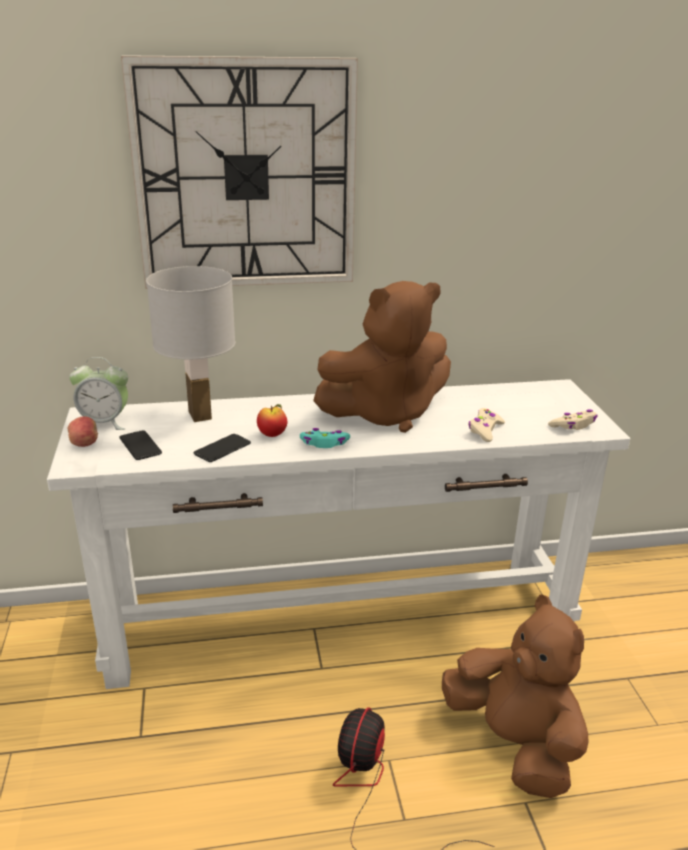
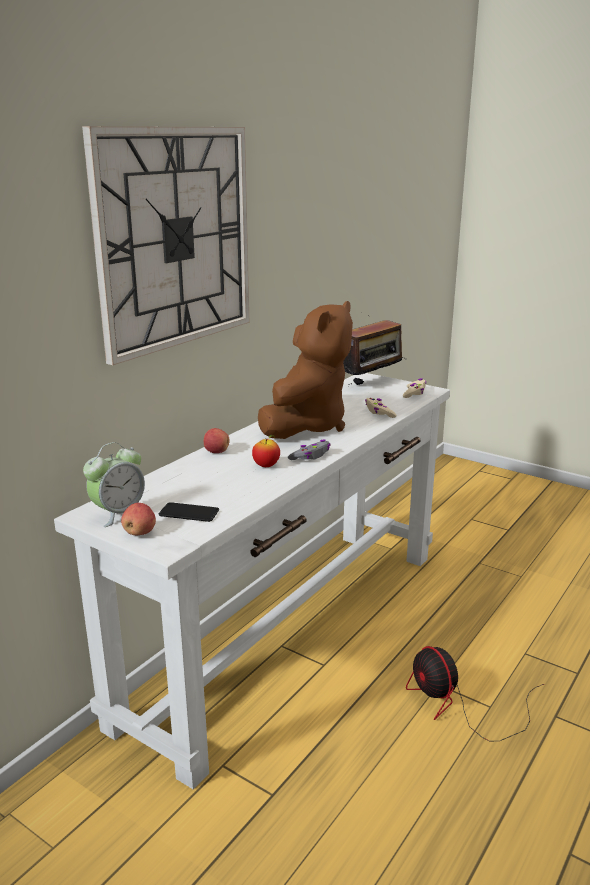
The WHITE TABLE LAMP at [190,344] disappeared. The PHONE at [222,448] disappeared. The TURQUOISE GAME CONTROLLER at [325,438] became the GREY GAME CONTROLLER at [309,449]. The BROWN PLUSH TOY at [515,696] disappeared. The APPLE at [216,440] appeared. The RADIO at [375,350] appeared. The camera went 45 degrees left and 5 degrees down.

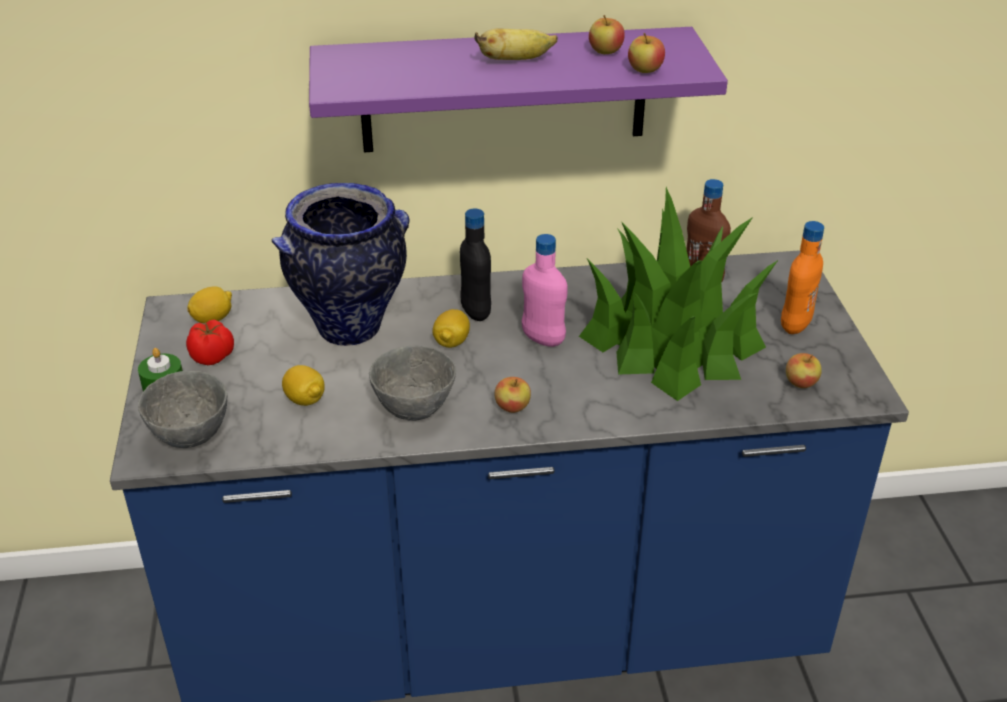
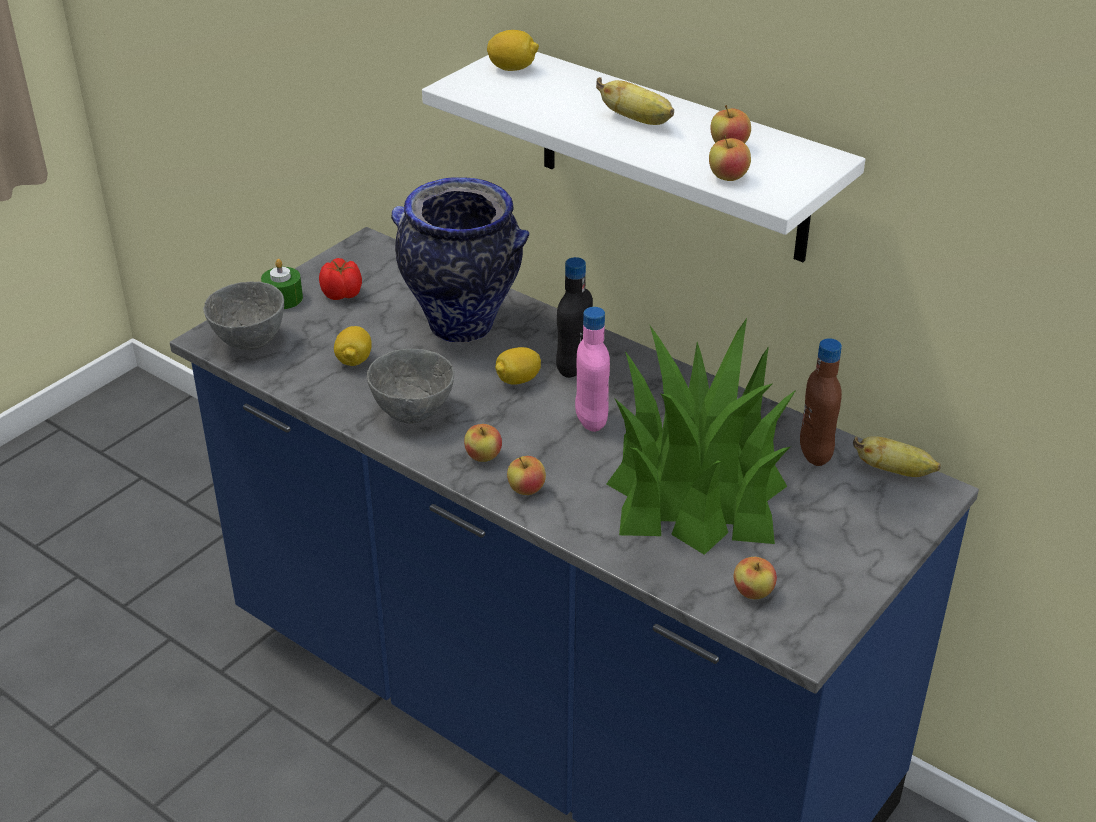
The LEMON moved from [209,305] to [513,50]. The PURPLE SHELF at [518,89] became the WHITE SHELF at [644,157]. The ORANGE BOTTLE at [802,277] disappeared. The APPLE at [526,475] appeared. The BANANA at [897,456] appeared. The camera went 45 degrees right and 0 degrees up.

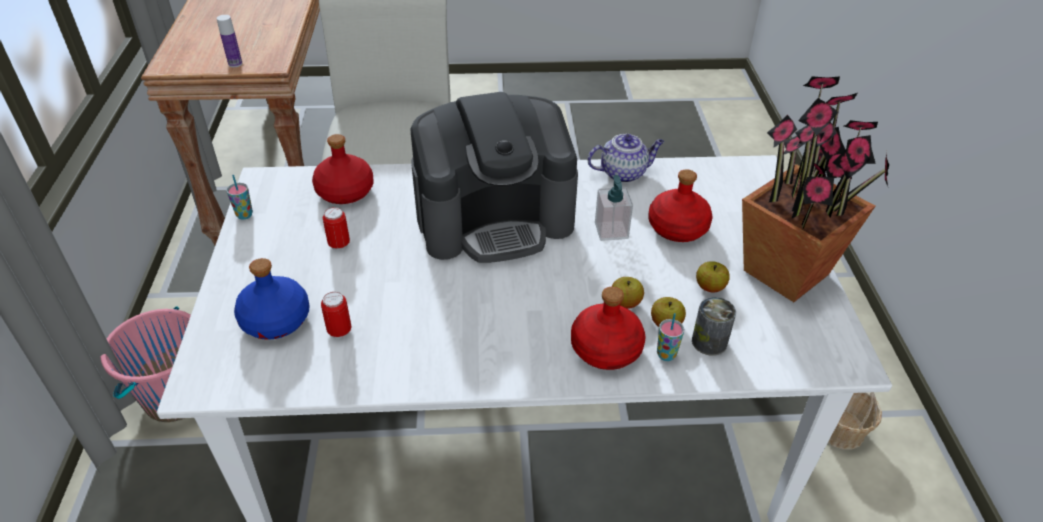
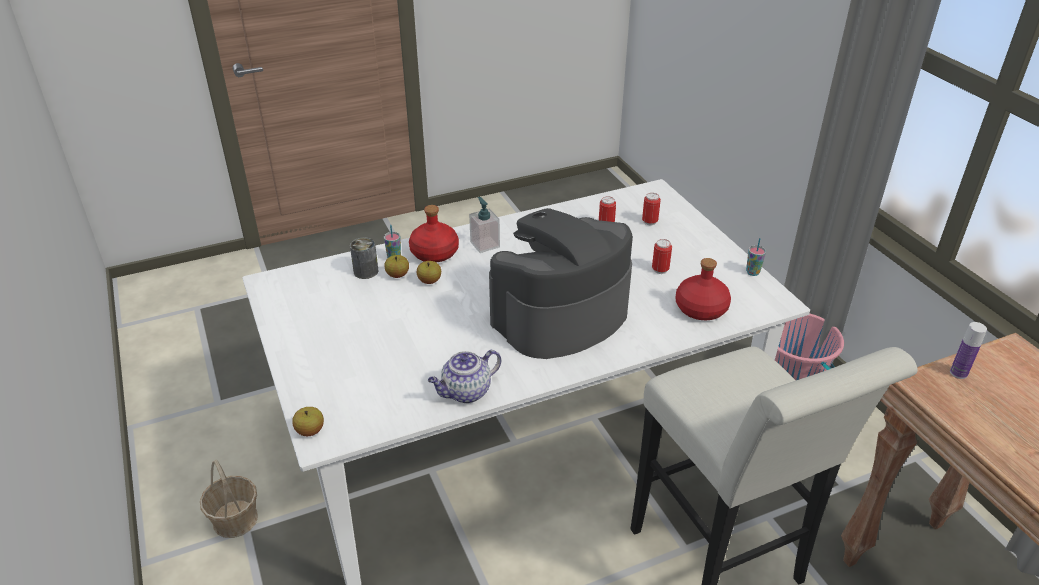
The BLUE BOTTLE at [271,299] was replaced by the CAN at [651,209]. The SOAP DISPENSER moved from [614,208] to [484,225]. The RED BOTTLE at [680,205] disappeared. The APPLE moved from [713,276] to [308,421]. The POTTED PLANT at [815,189] disappeared. The camera went 160 degrees right and 5 degrees down.

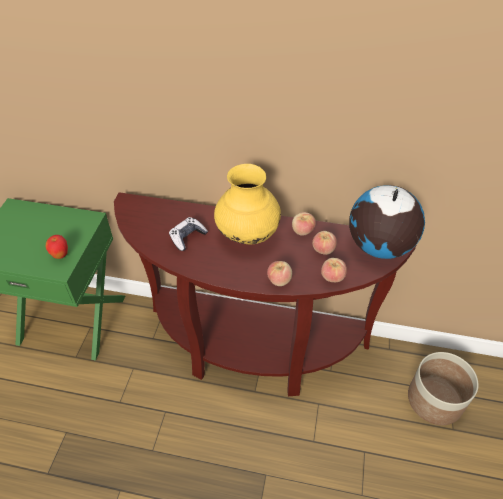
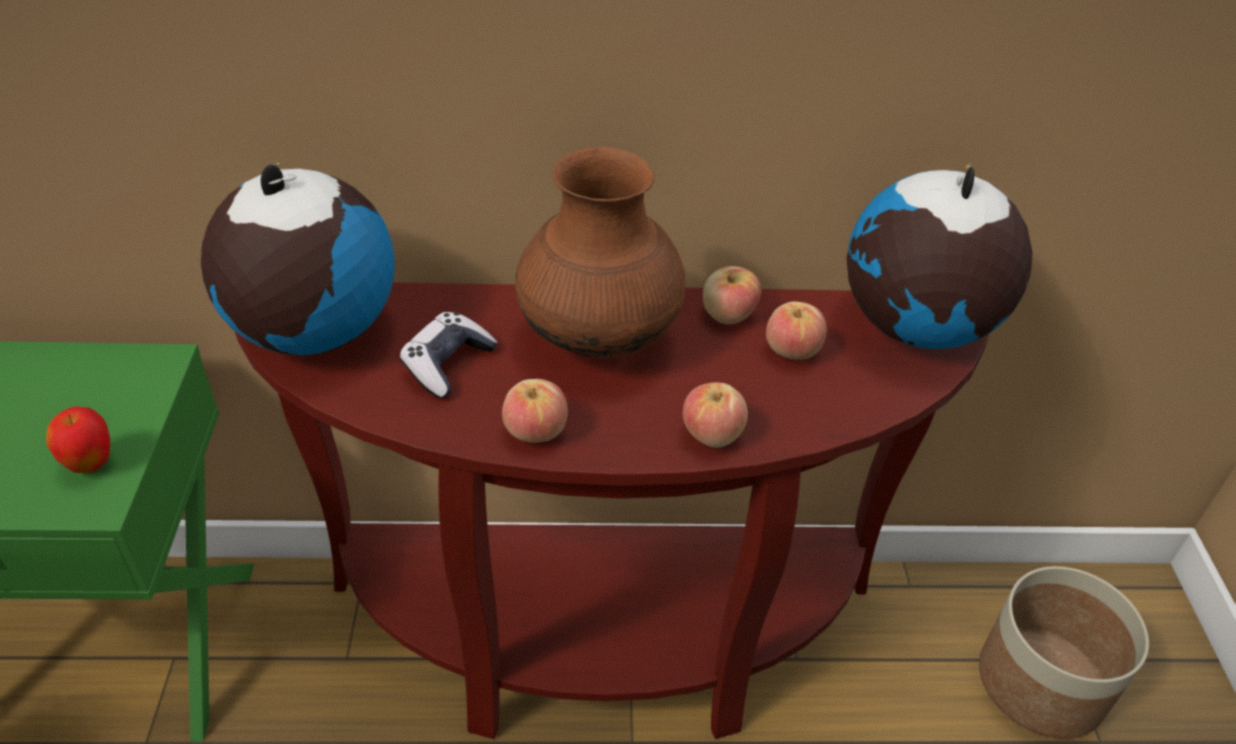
The YELLOW VASE at [247,204] became the BROWN VASE at [600,253]. The APPLE moved from [334,270] to [535,411]. The GLOBE at [298,259] appeared. The camera went 15 degrees left and 5 degrees down.

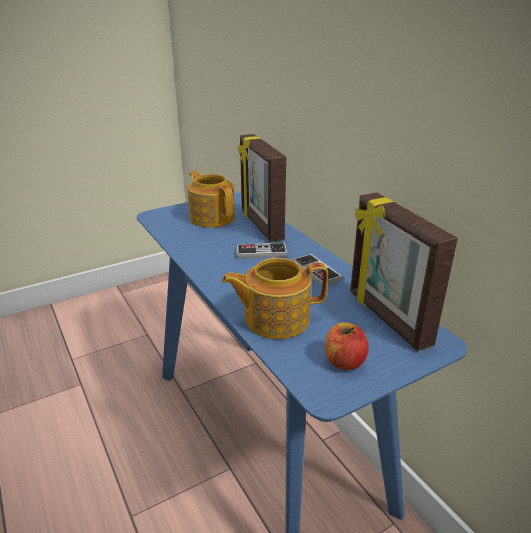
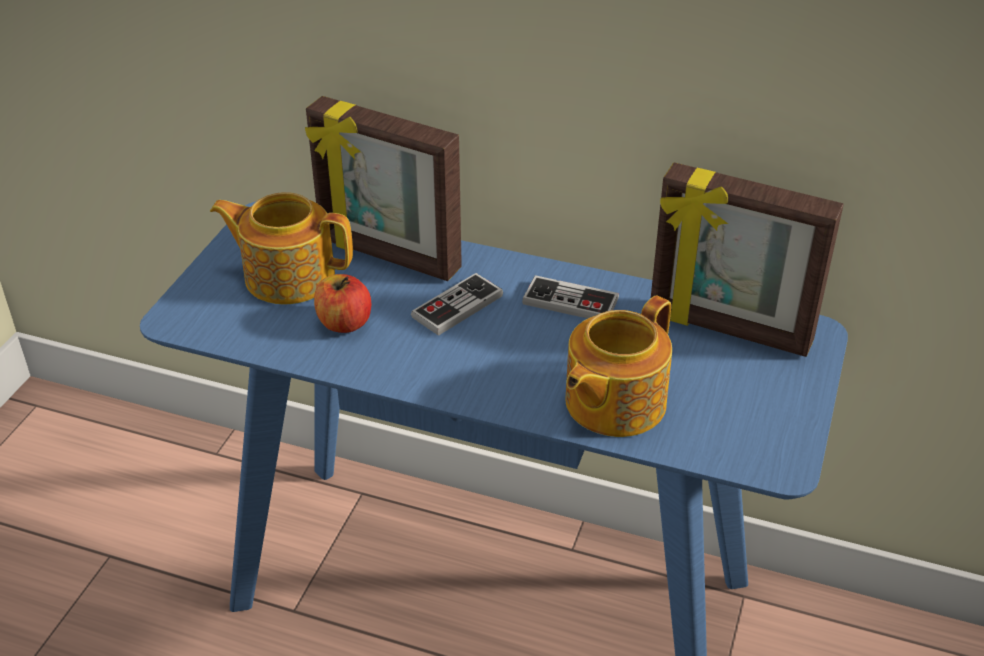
The APPLE moved from [347,346] to [342,303]. The camera went 40 degrees left and 10 degrees up.

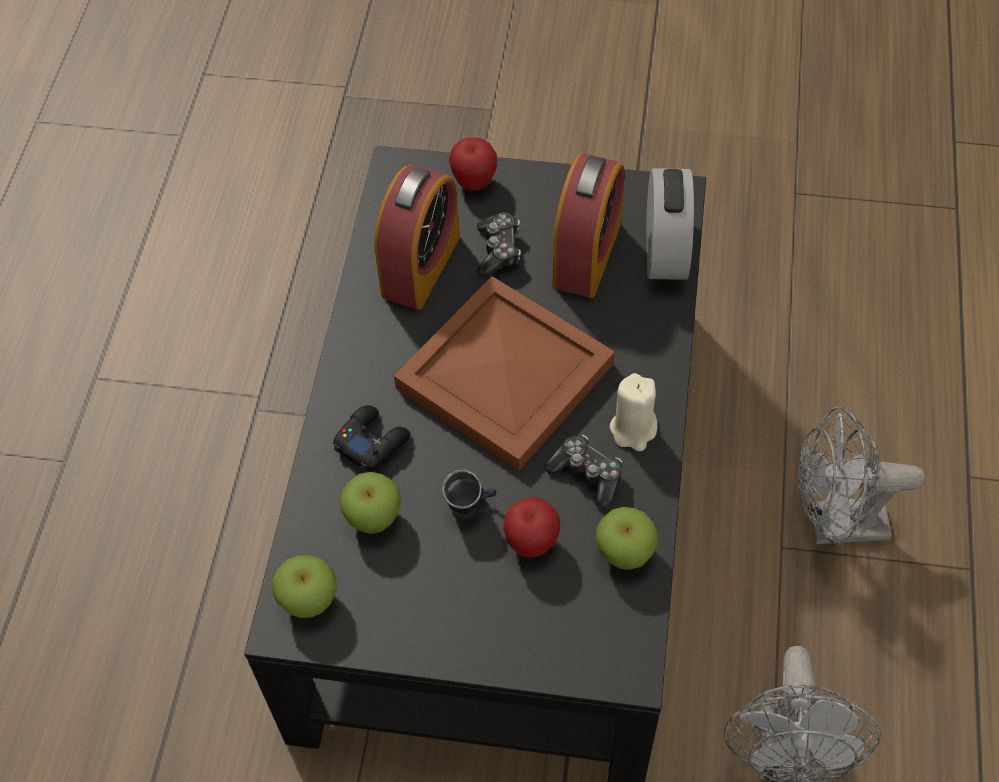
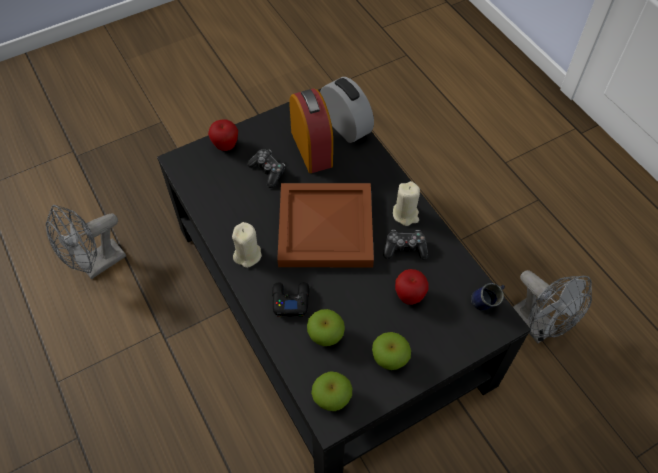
The ALARM CLOCK at [417,237] disappeared. The BLUE MUG moved from [469,491] to [488,297]. The APPLE moved from [626,538] to [391,351]. The GREY FAN moved from [861,475] to [86,242]. The BEIGE CANDLE at [247,245] appeared. The camera went 40 degrees left and 0 degrees up.

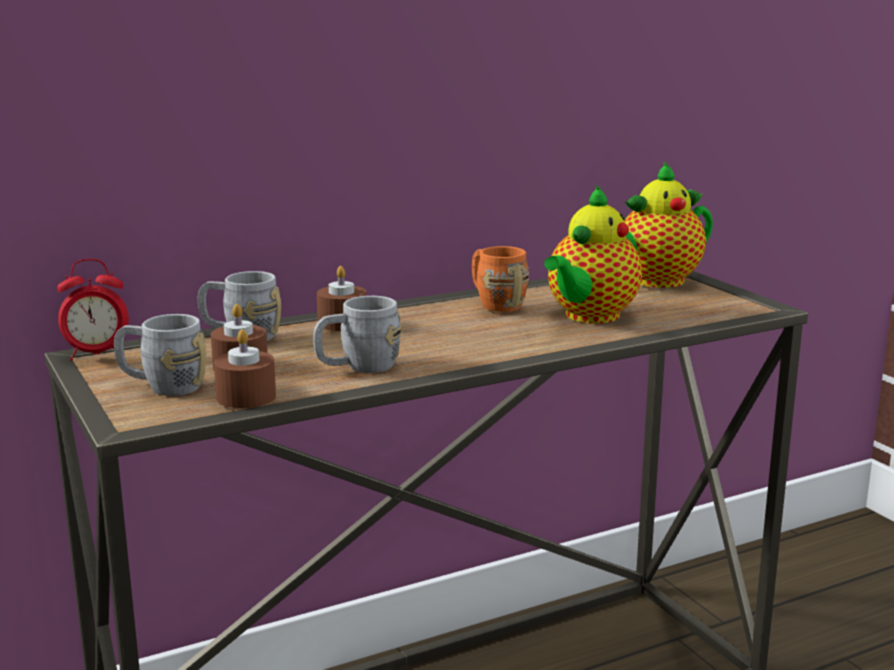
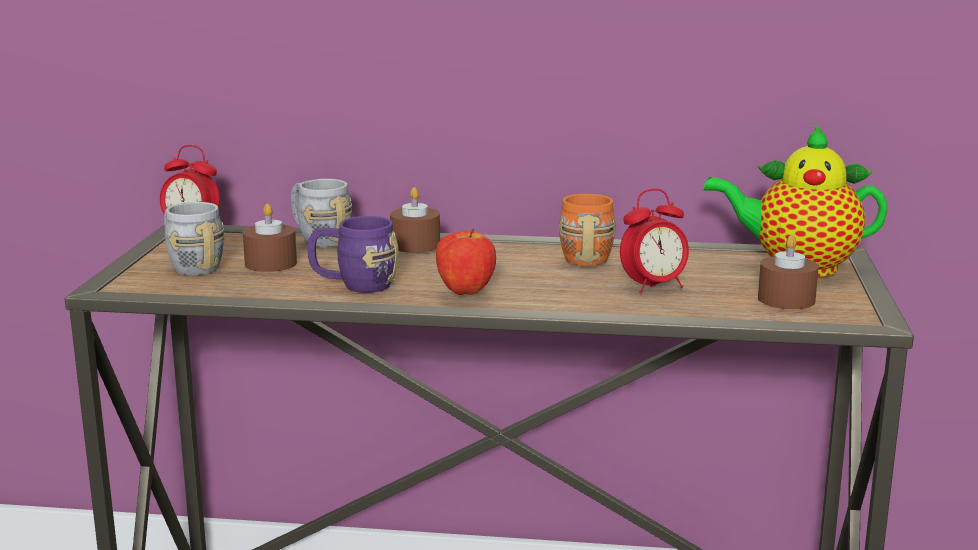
The BROWN CANDLE moved from [245,368] to [788,272]. The GREY MUG at [357,334] became the PURPLE MUG at [353,254]. The TEAPOT at [593,254] was replaced by the ALARM CLOCK at [654,241]. The APPLE at [466,261] appeared. The camera went 35 degrees right and 0 degrees up.

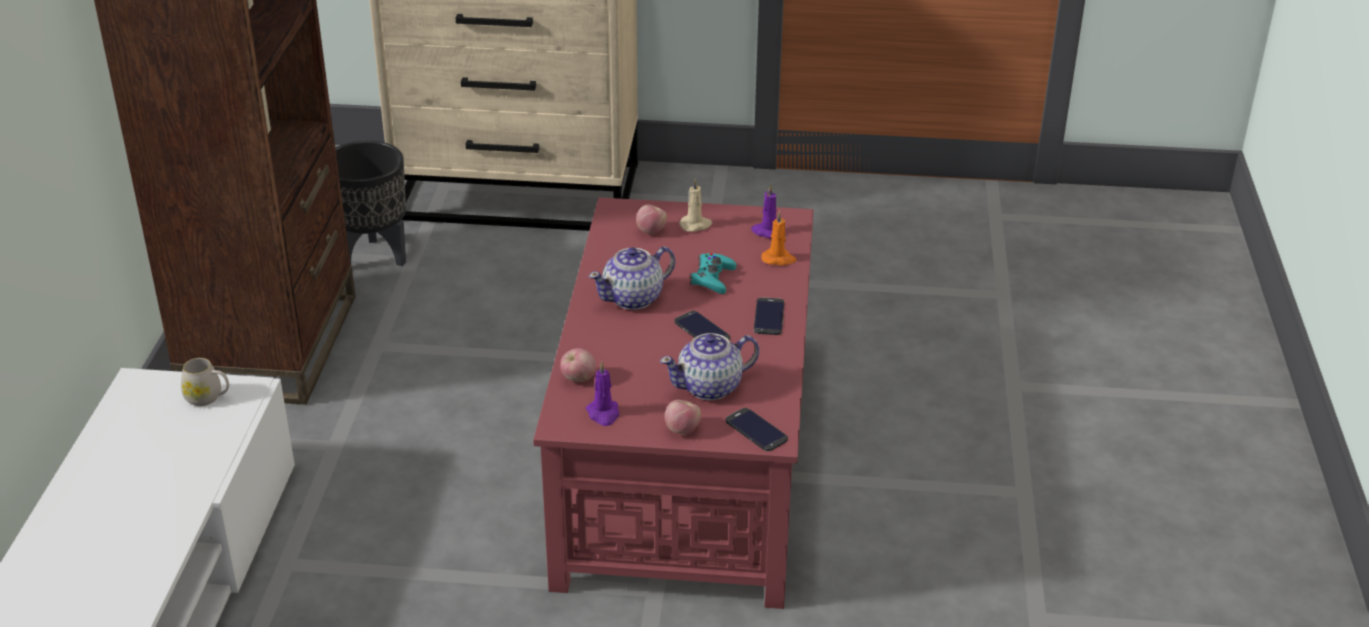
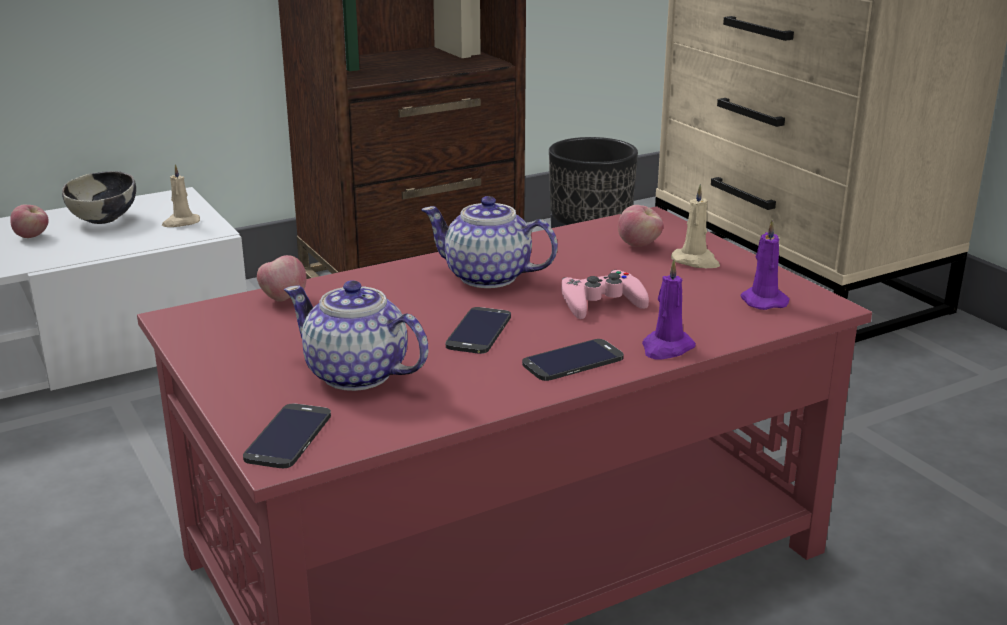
The WHITE MUG at [205,382] was replaced by the BEIGE CANDLE at [181,195]. The PURPLE CANDLE moved from [602,394] to [669,309]. The APPLE moved from [683,417] to [29,221]. The TURQUOISE GAME CONTROLLER at [713,273] became the PINK GAME CONTROLLER at [605,294]. The ORANGE CANDLE at [778,238] disappeared. The BOWL at [99,197] appeared. The camera went 55 degrees right and 10 degrees down.

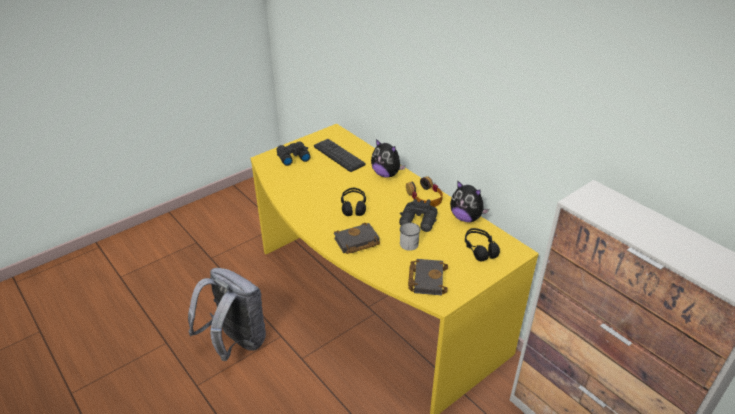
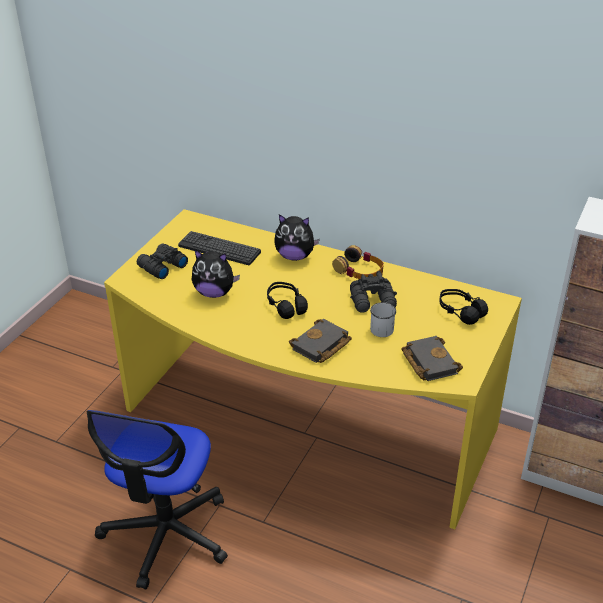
The GREY BACKPACK at [227,314] was replaced by the OFFICE CHAIR at [157,499]. The PLUSH TOY moved from [469,201] to [216,273]. The camera went 25 degrees left and 0 degrees up.

